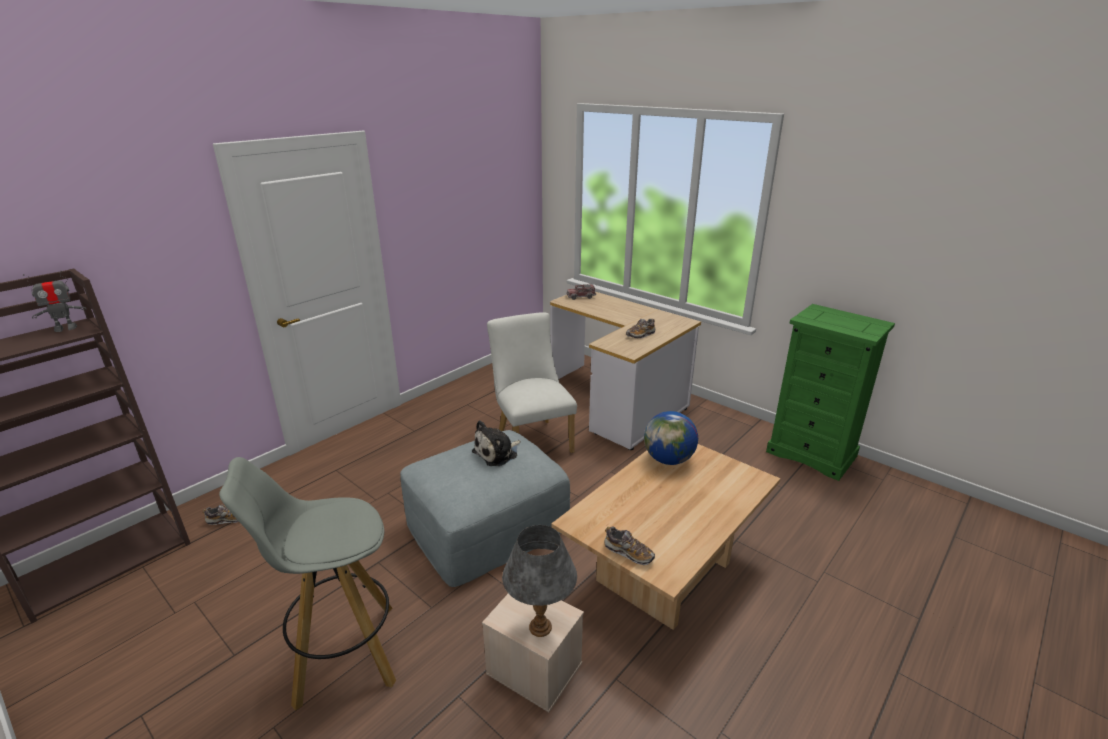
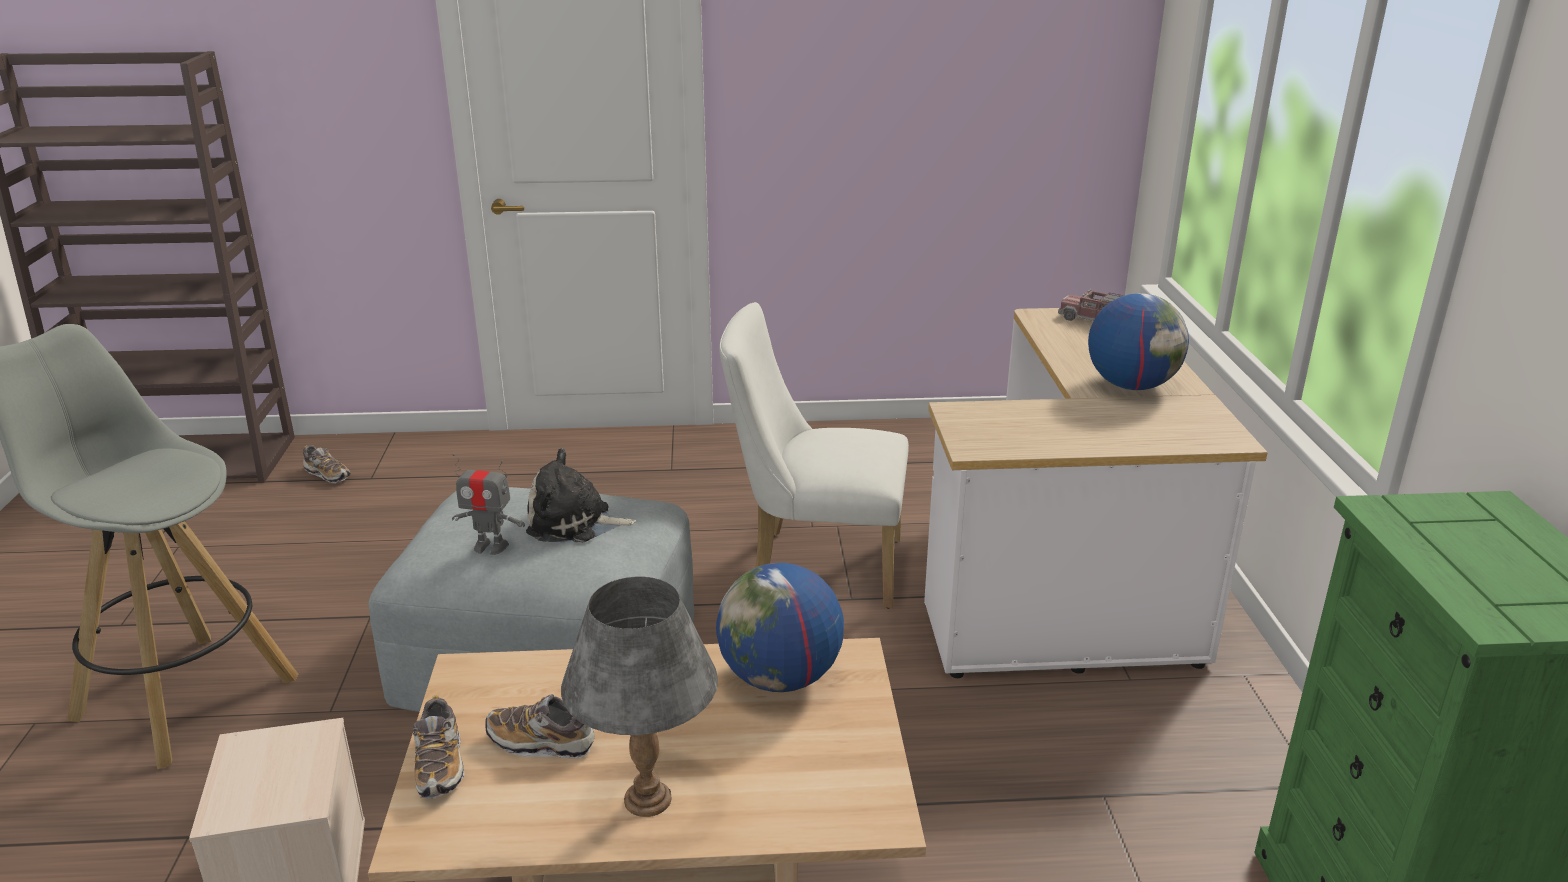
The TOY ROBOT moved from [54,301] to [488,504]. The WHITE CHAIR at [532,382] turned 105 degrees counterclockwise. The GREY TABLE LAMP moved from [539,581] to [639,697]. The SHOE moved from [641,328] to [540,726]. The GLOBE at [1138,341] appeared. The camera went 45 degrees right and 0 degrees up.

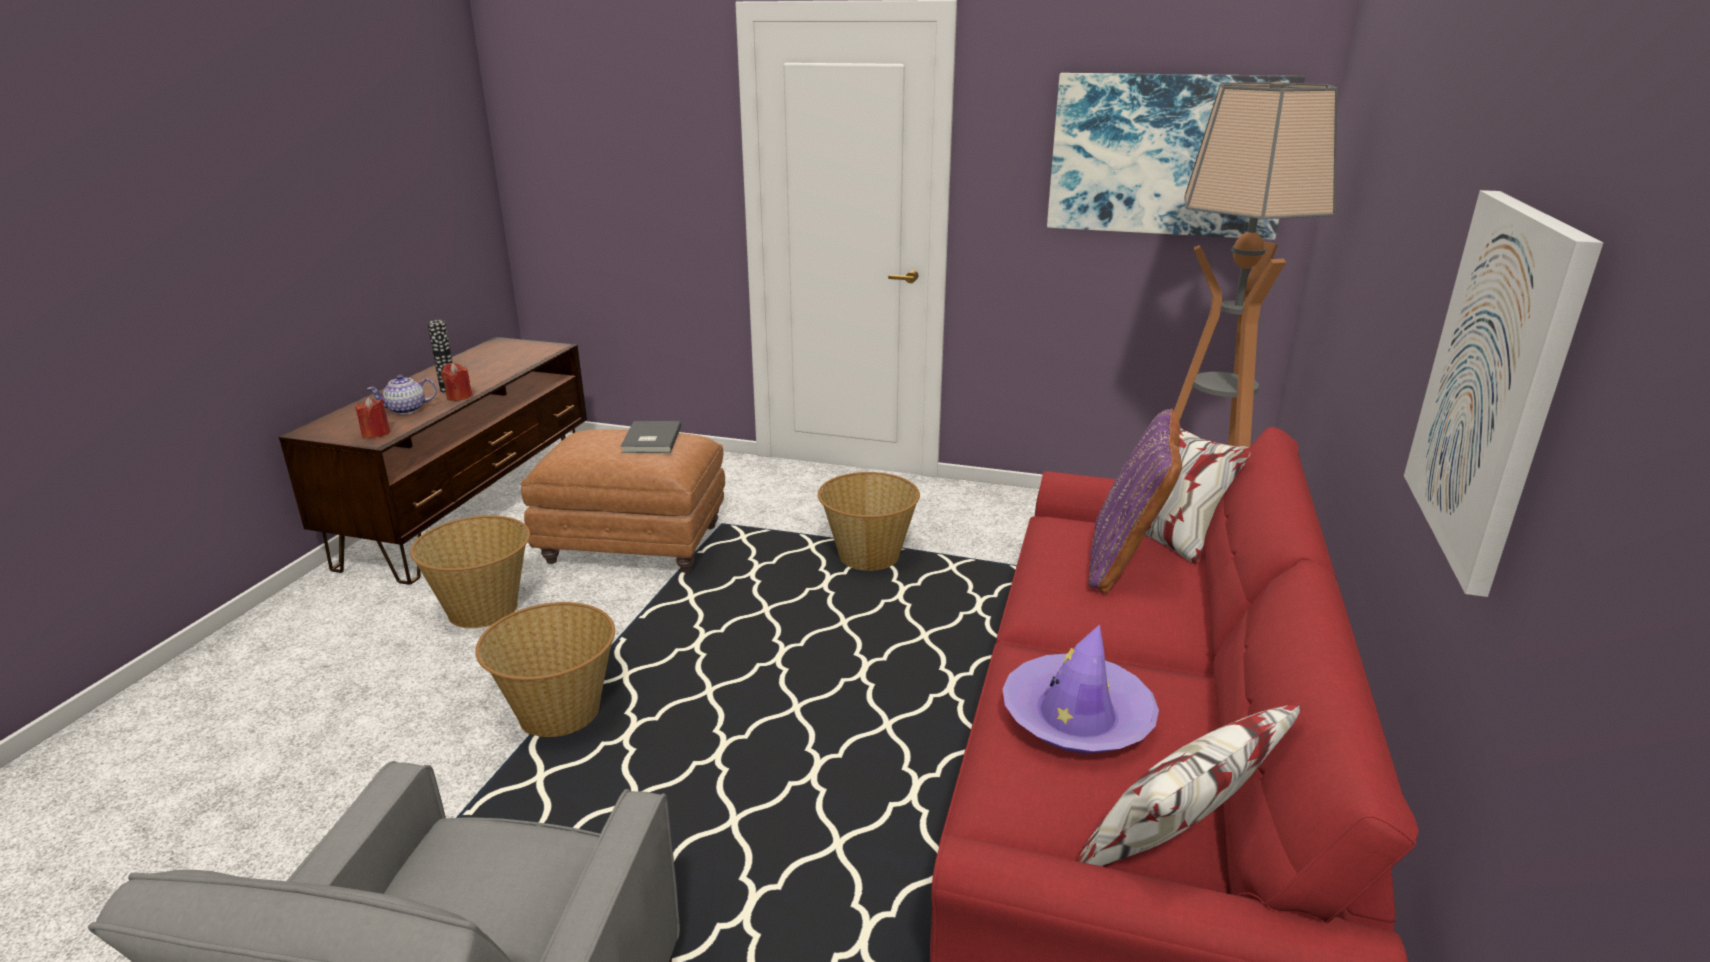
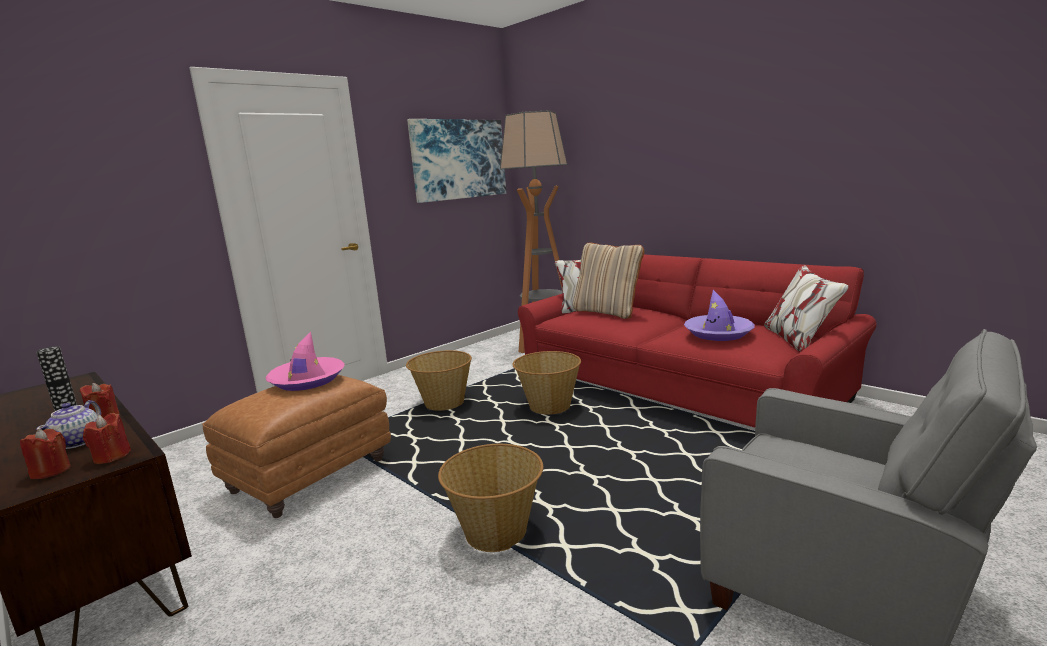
The BASKET moved from [470,571] to [547,383]. The GREY BOOK at [650,437] was replaced by the PINK HAT at [305,361]. The PURPLE PILLOW at [1135,501] became the BEIGE PILLOW at [608,280]. The PICTURE at [1503,393] disappeared. The RED CANDLE at [45,454] appeared. The camera went 60 degrees left and 10 degrees down.

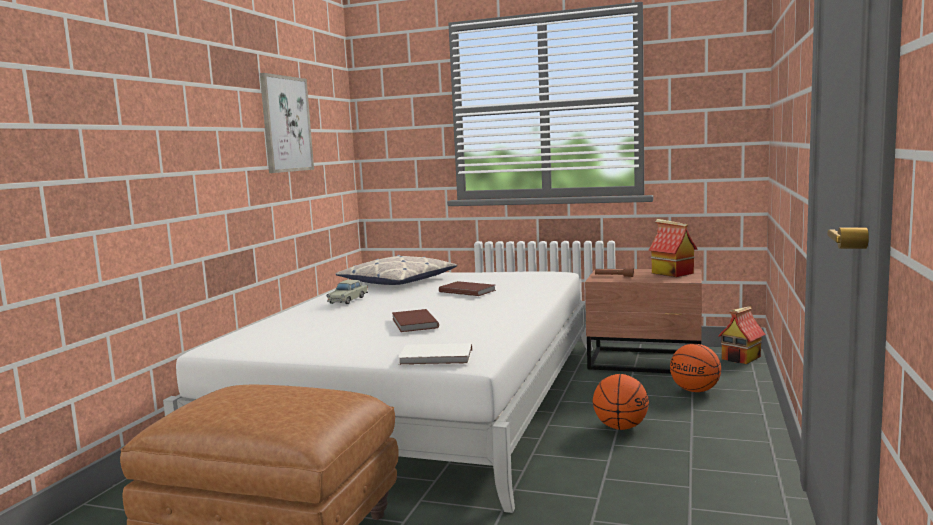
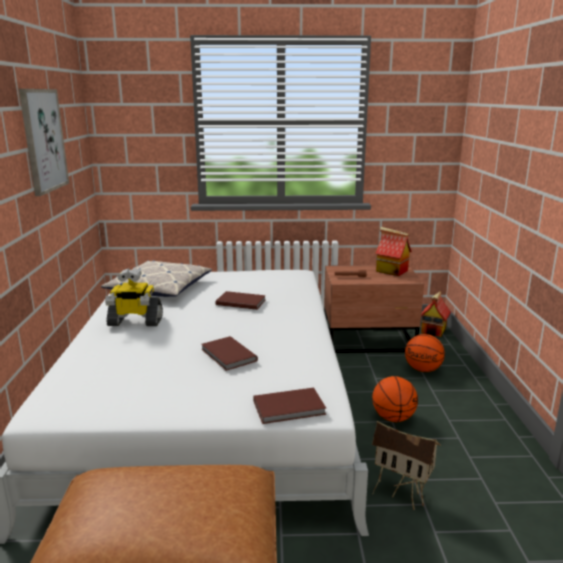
The BEIGE TOY CAR at [347,292] was replaced by the TOY ROBOT at [134,297]. The WHITE BOOK at [435,354] became the BROWN BOOK at [289,406]. The TOY HOUSE at [406,465] appeared. The camera went 20 degrees left and 10 degrees up.

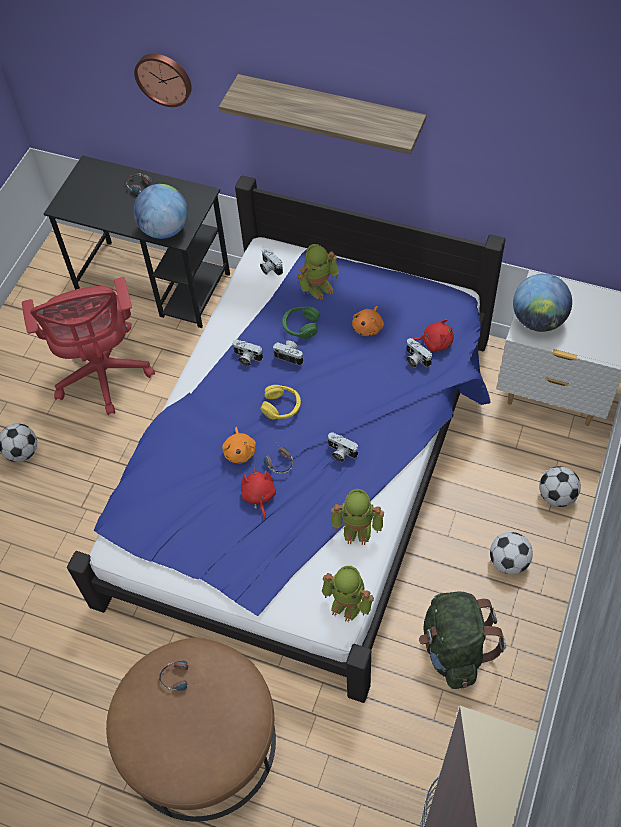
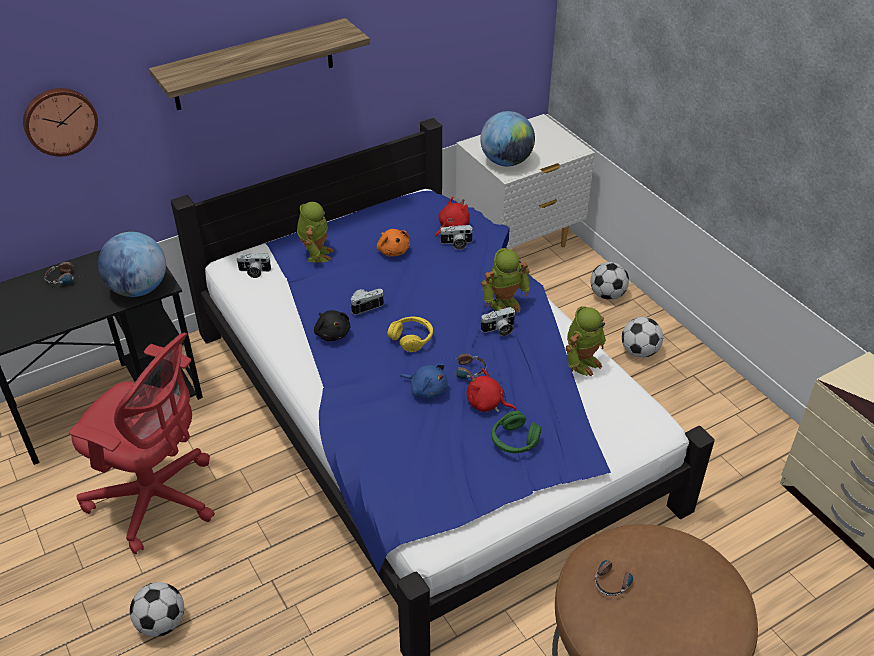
The ORANGE PLUSH TOY at [239,445] became the BLUE PLUSH TOY at [424,381]. The PHOTO CAMERA at [248,353] was replaced by the BLACK PLUSH TOY at [332,325]. The GREEN HEADPHONES moved from [301,322] to [516,432]. The TOY ROBOT moved from [348,594] to [505,280]. The GREEN BACKPACK at [462,640] disappeared. The camera went 55 degrees left and 15 degrees down.

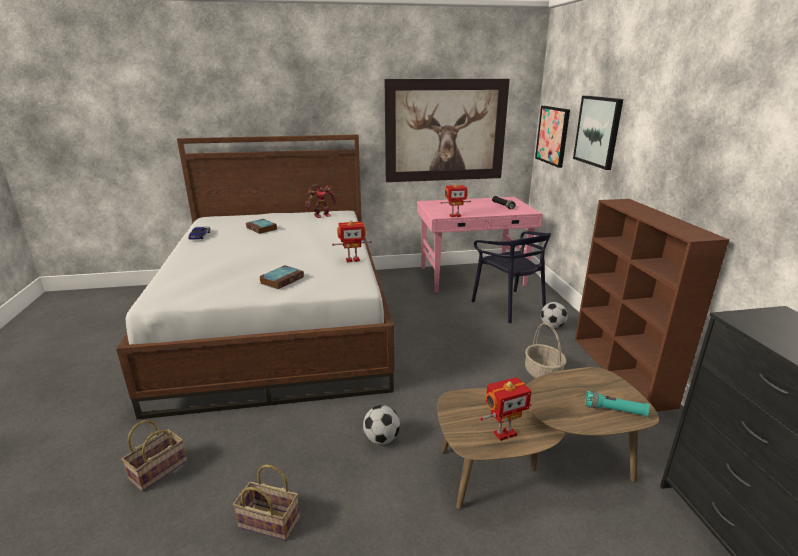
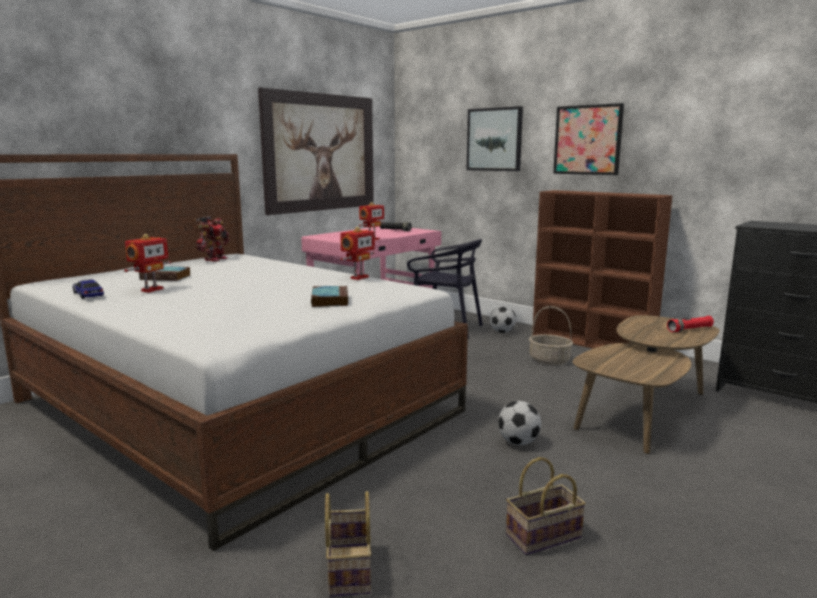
The TOY ROBOT moved from [506,409] to [147,263]. The PICTURE moved from [552,137] to [588,139]. The TURQUOISE FLASHLIGHT at [617,404] became the RED FLASHLIGHT at [690,324]. The camera went 40 degrees left and 10 degrees down.

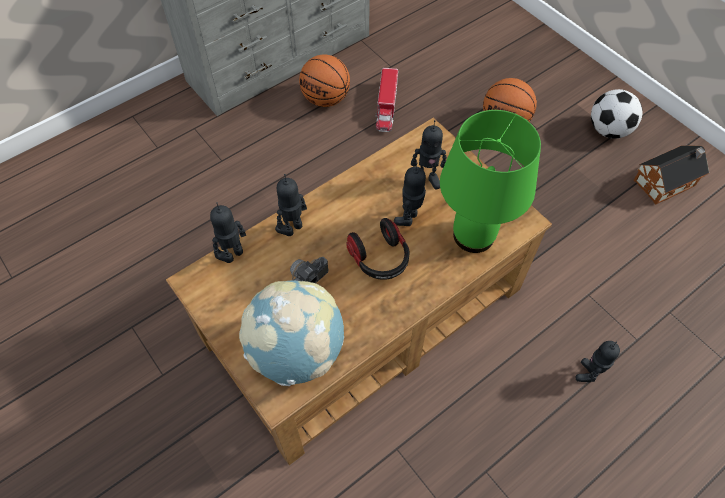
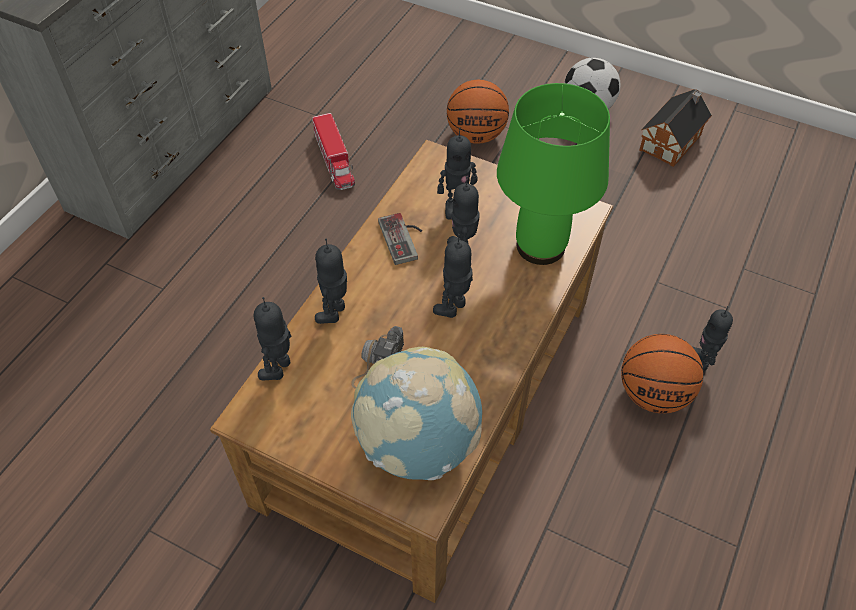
The BASKETBALL moved from [324,80] to [662,373]. The HEADPHONES at [378,249] was replaced by the TOY ROBOT at [453,276]. The GAME CONTROLLER at [400,239] appeared. The camera went 25 degrees left and 5 degrees down.

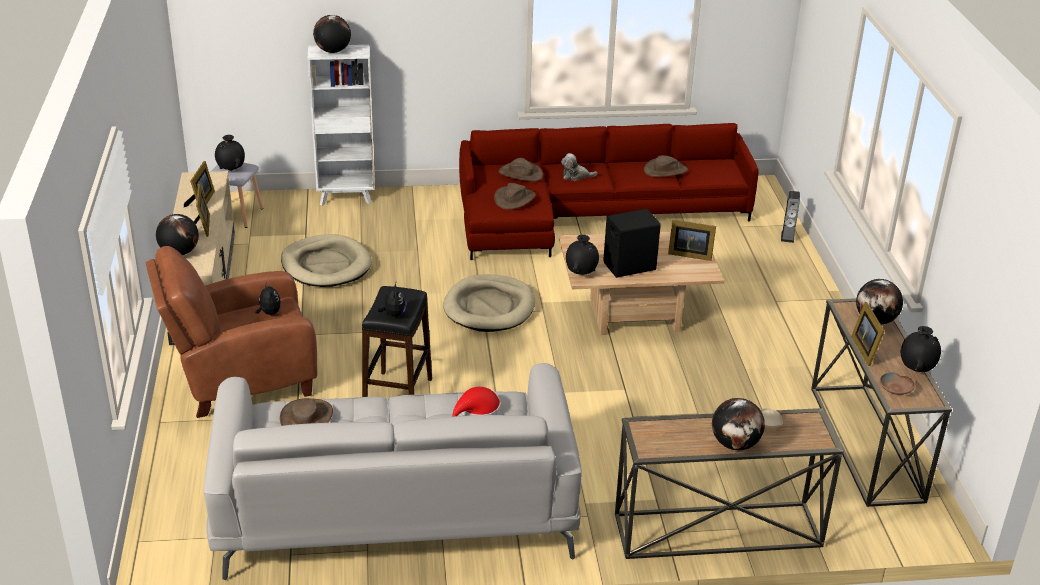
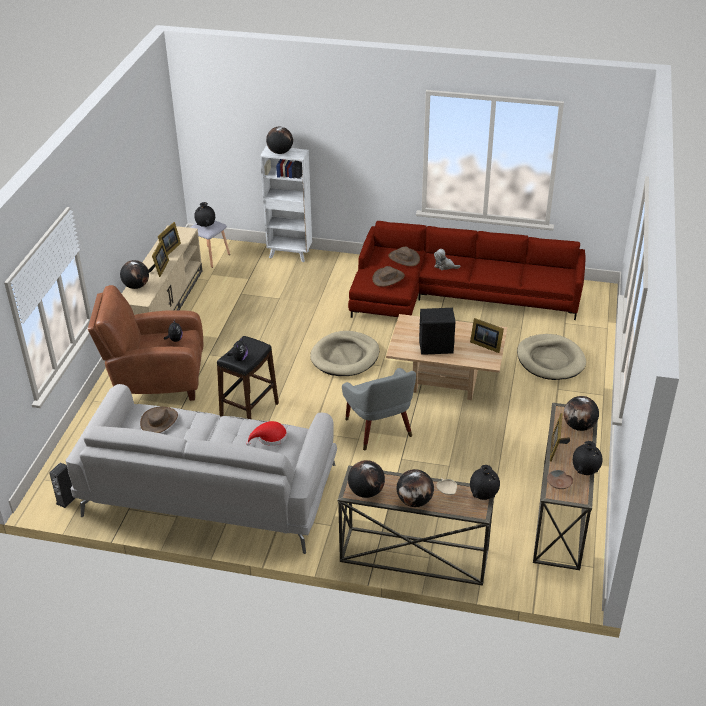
The BEIGE DOG BED moved from [326,260] to [551,357]. The BLACK VASE moved from [582,255] to [485,482]. The BROWN HAT at [666,166] disappeared. The SPEAKER moved from [790,217] to [62,485]. The GREY ARMCHAIR at [379,409] appeared. The GLOBE at [366,479] appeared. The camera went 20 degrees right and 5 degrees up.

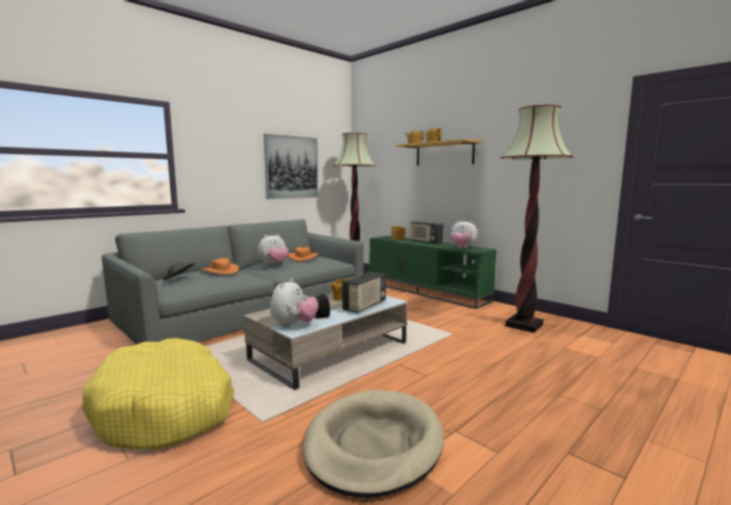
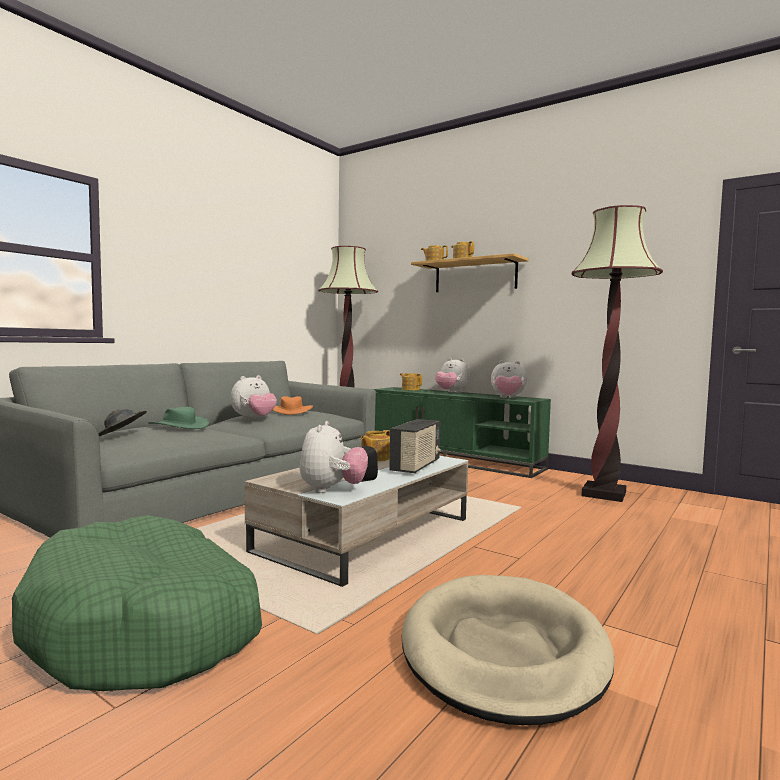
The YELLOW DOG BED at [158,394] became the GREEN DOG BED at [137,603]. The ORANGE HAT at [219,266] became the GREEN HAT at [178,418]. The PICTURE at [291,166] disappeared. The RADIO at [426,232] was replaced by the PLUSH TOY at [452,375]. The camera went 10 degrees left and 5 degrees down.

